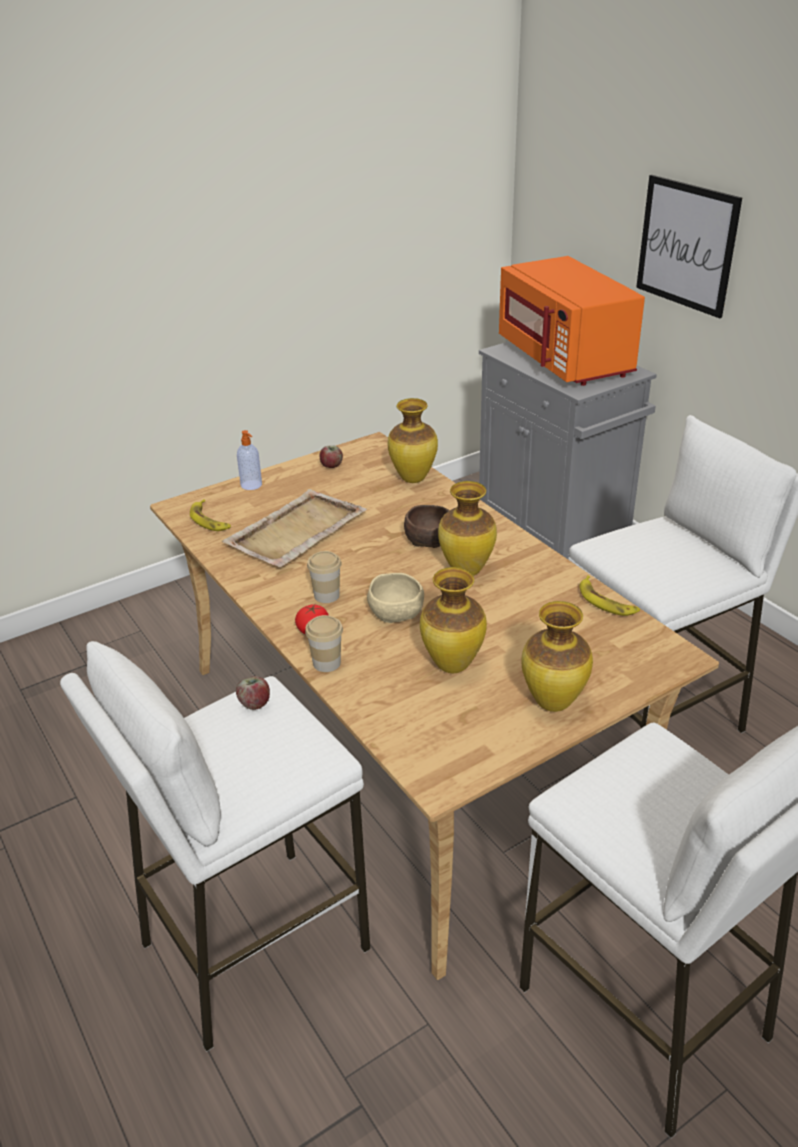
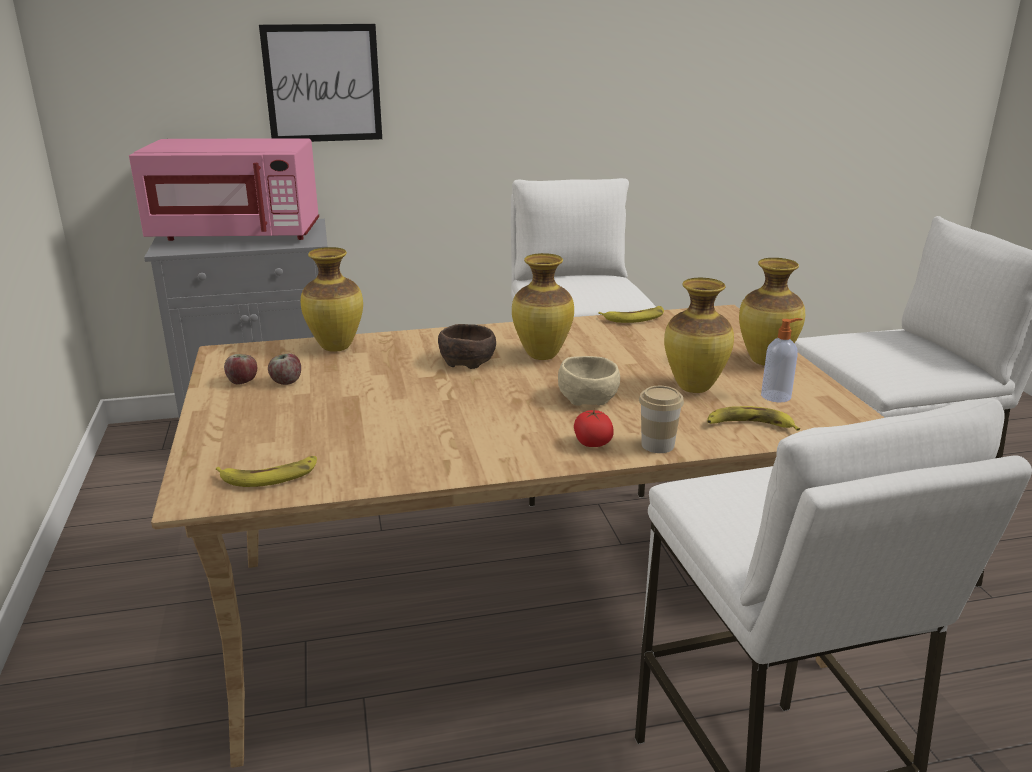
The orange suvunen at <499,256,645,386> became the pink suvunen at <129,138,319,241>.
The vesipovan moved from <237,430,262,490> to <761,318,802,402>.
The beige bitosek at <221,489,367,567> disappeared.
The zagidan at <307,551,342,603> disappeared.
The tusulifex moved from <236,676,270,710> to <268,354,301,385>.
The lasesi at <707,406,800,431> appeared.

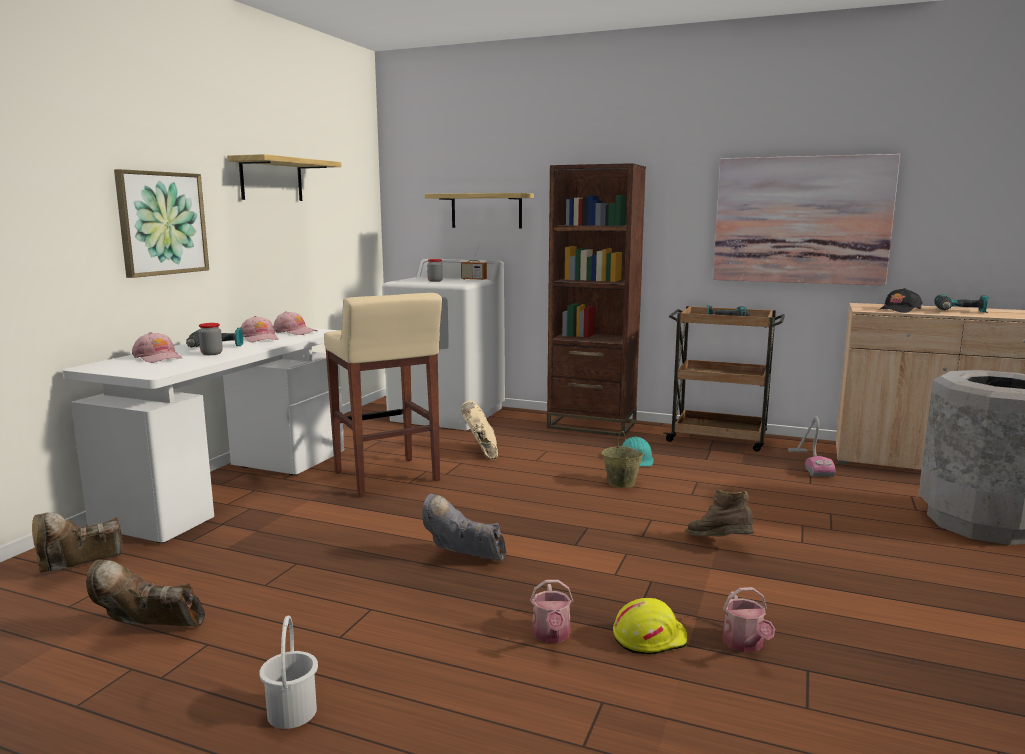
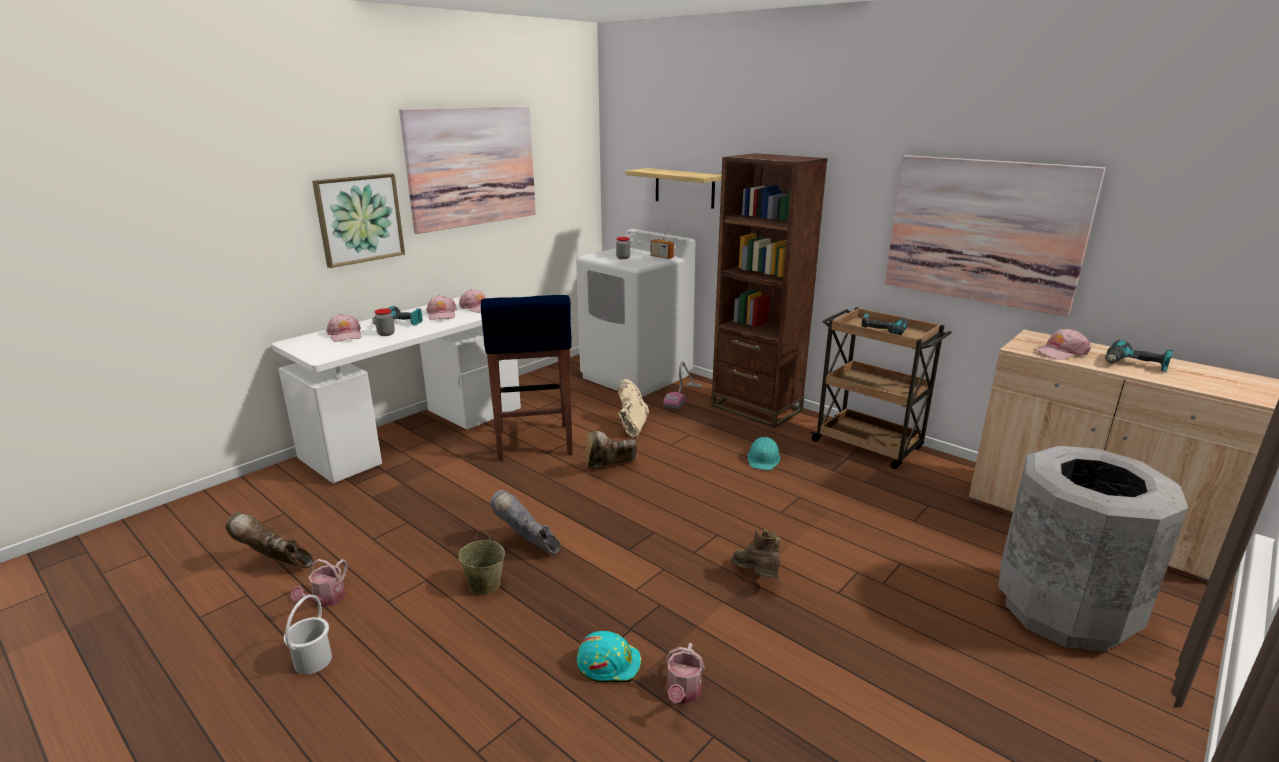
The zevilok at <227,154,342,201> was replaced by the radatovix at <399,106,536,234>.
The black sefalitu at <878,288,923,313> became the pink sefalitu at <1033,329,1091,360>.
The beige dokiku at <324,293,442,496> became the blue dokiku at <481,295,573,461>.
The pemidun moved from <788,416,835,477> to <663,361,702,409>.
The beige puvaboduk moved from <602,431,643,488> to <458,530,505,595>.
The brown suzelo moved from <32,512,123,573> to <584,431,637,467>.
The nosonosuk moved from <530,580,573,643> to <291,559,348,607>.
The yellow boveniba at <613,598,688,654> became the turquoise boveniba at <577,631,642,683>.

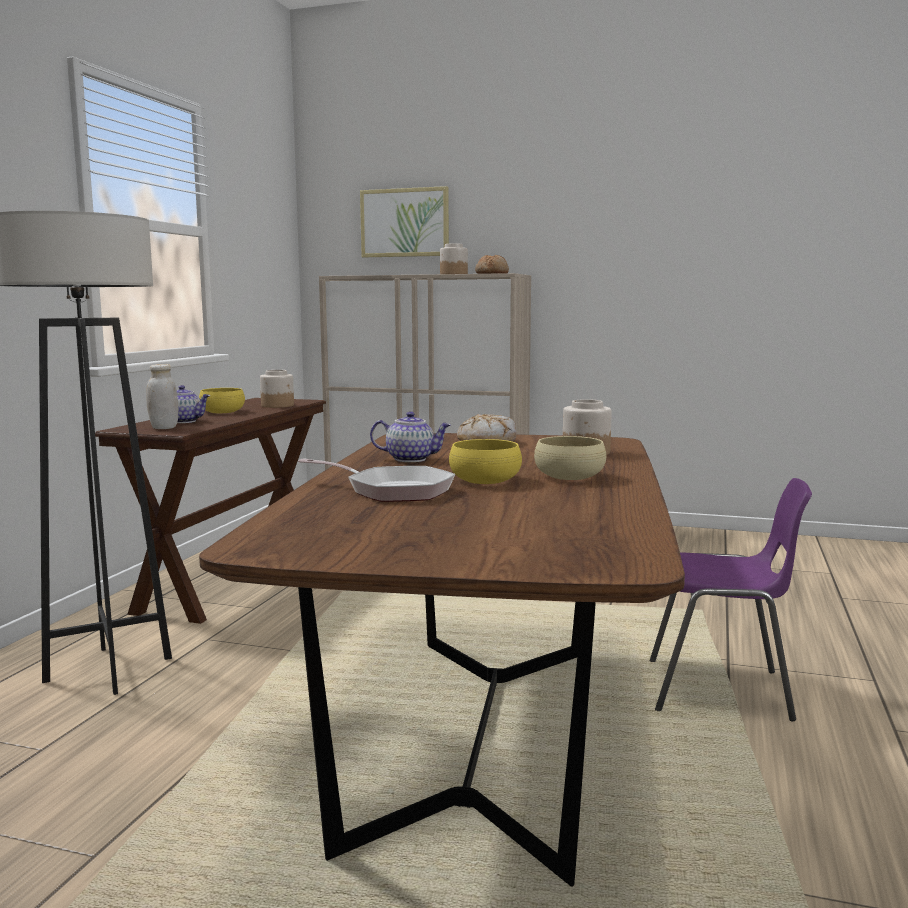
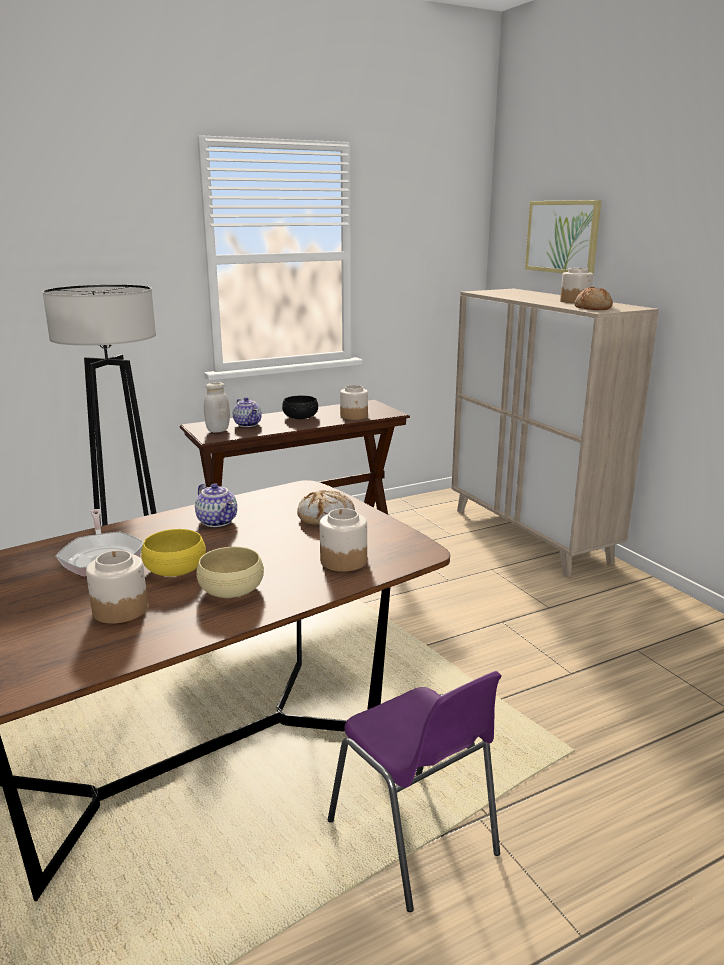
The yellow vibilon at <199,388,245,413> became the black vibilon at <282,395,318,419>.
The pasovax at <86,550,148,624> appeared.

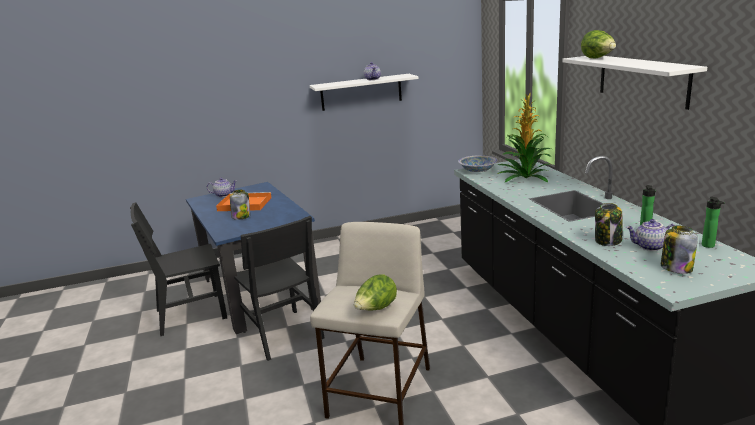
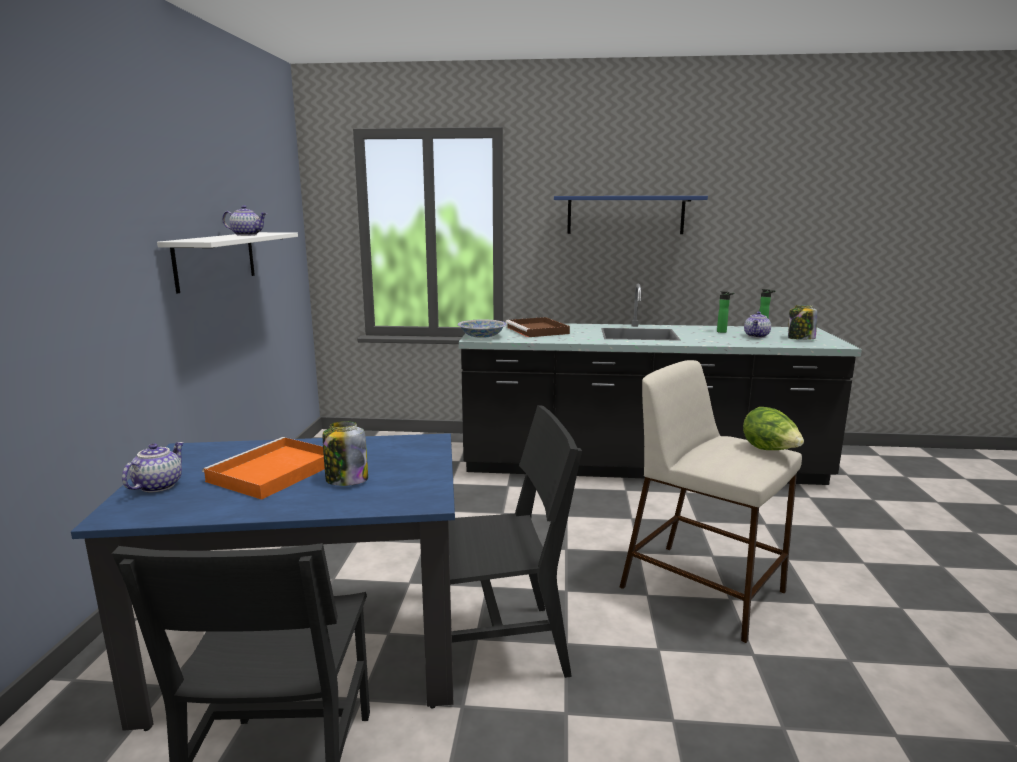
The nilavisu at <581,30,616,58> disappeared.
The white zevilok at <562,56,707,110> became the blue zevilok at <554,196,708,234>.
The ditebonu at <497,93,551,182> was replaced by the brown bitosek at <506,317,570,337>.
The pasovax at <595,203,623,246> disappeared.

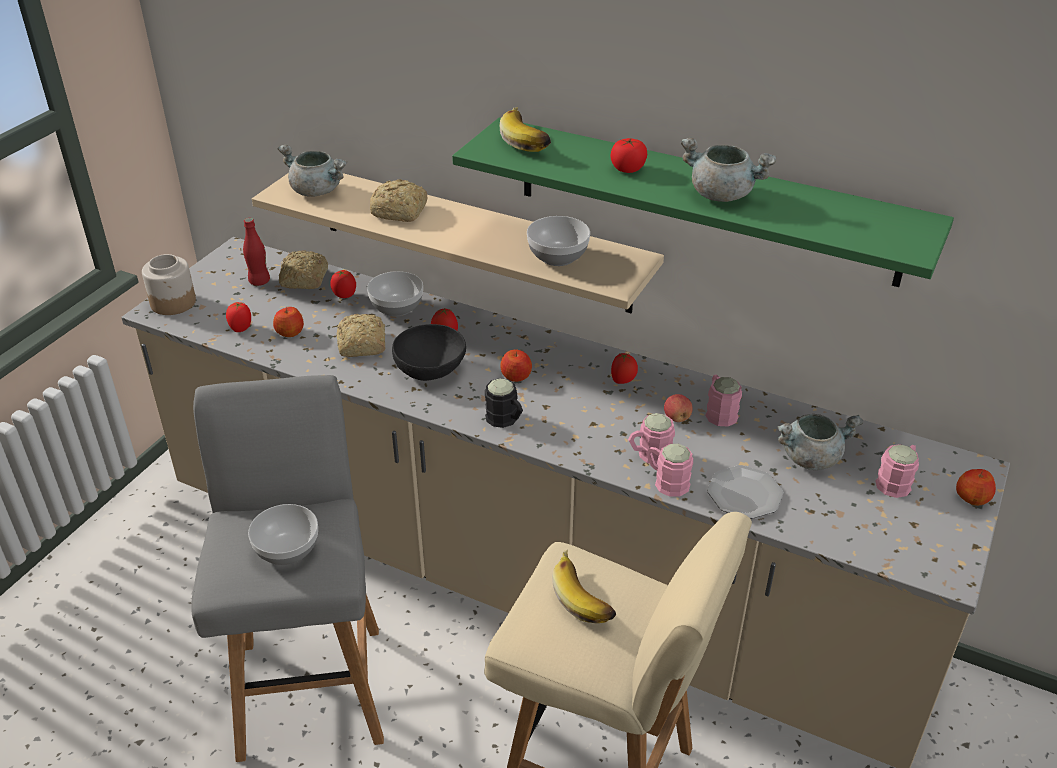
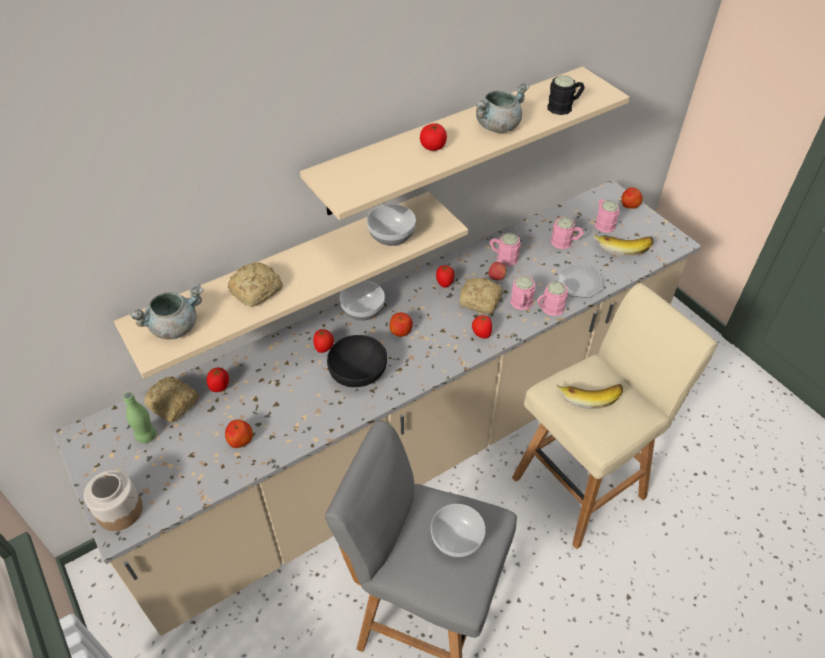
The lasesi moved from <500,107,551,152> to <593,234,654,256>.
The green zevilok at <452,118,954,287> became the beige zevilok at <300,66,630,220>.
The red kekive at <243,218,270,286> became the green kekive at <123,392,156,443>.
The vibilon moved from <367,271,423,317> to <339,281,385,321>.
The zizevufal moved from <226,302,251,332> to <472,315,492,338>.
The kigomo moved from <337,314,385,357> to <459,277,503,314>.
The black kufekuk moved from <485,378,523,428> to <547,75,585,115>.
The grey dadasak at <777,414,863,470> was replaced by the pink kufekuk at <551,217,584,249>.

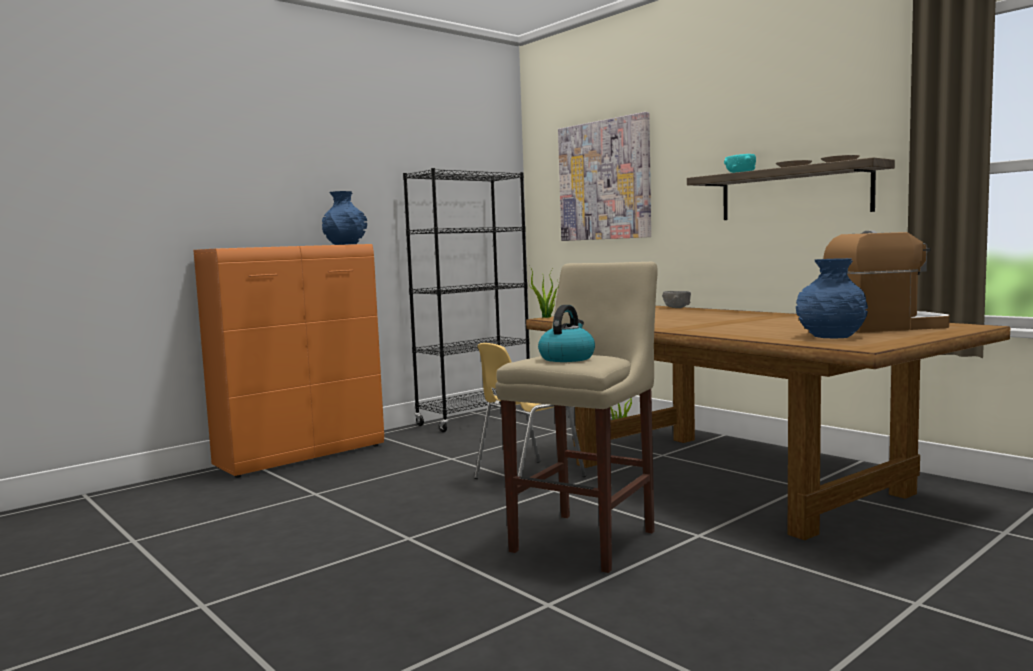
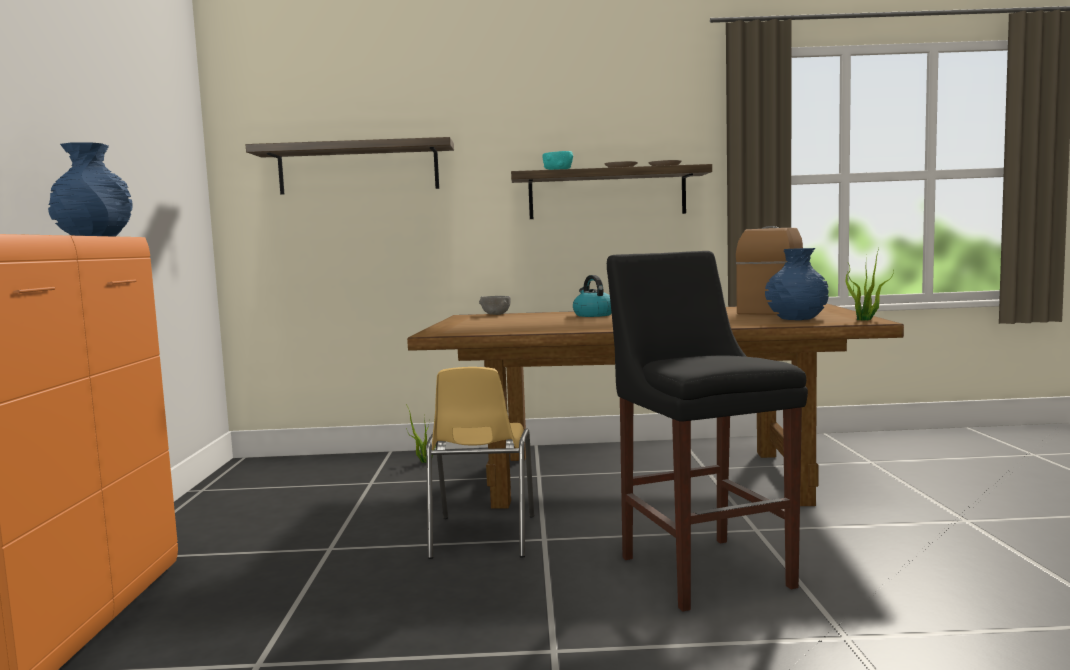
The radatovix at <558,112,651,241> was replaced by the zevilok at <246,137,454,195>.
The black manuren at <403,168,530,432> disappeared.
The beige dokiku at <495,262,658,573> became the black dokiku at <607,251,808,612>.
The ditebonu moved from <528,264,559,318> to <845,247,894,321>.
The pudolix moved from <538,305,595,362> to <573,275,612,317>.

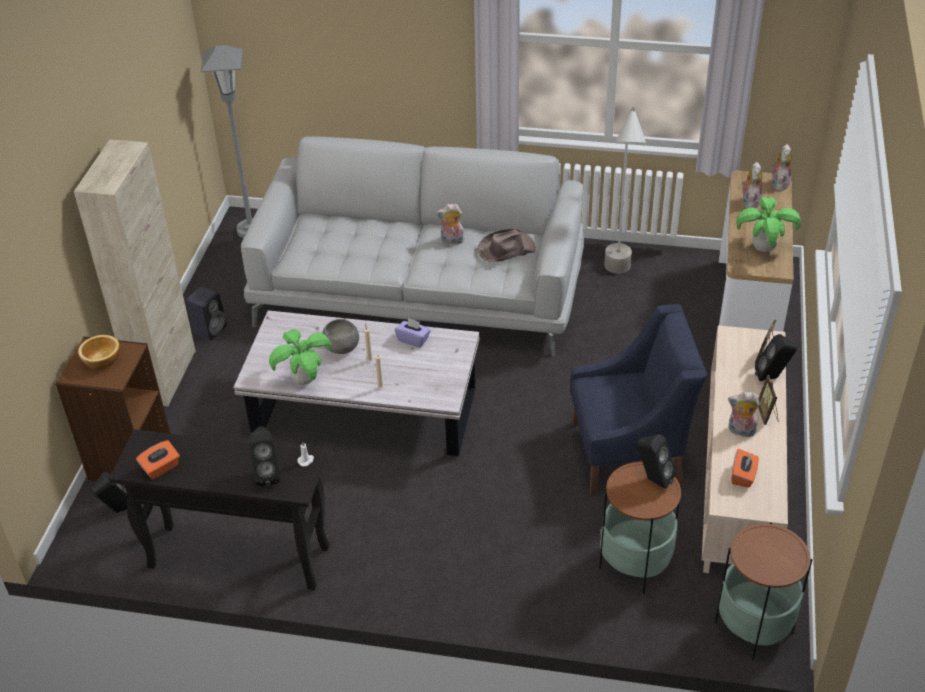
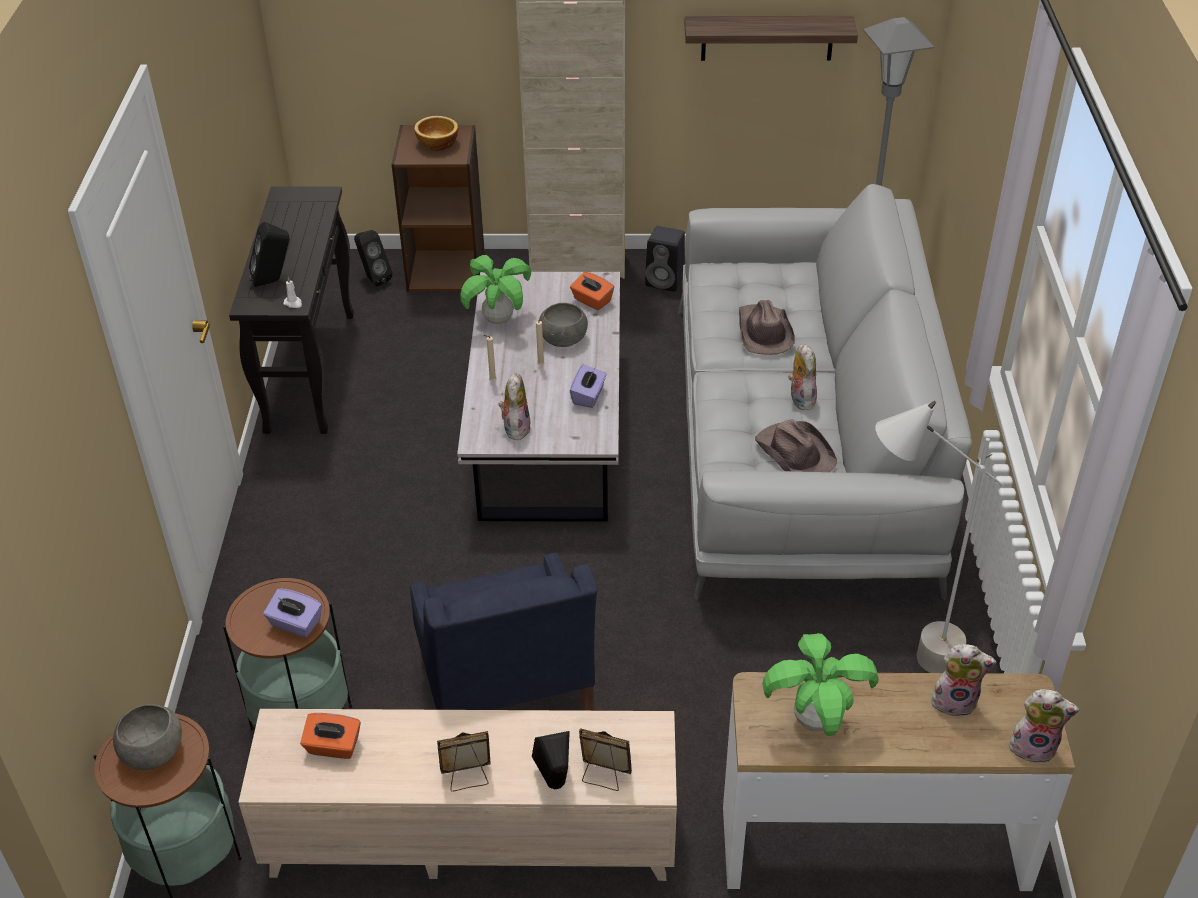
The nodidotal moved from <728,392,760,437> to <499,373,531,440>.
The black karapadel at <637,434,676,489> was replaced by the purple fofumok at <263,588,322,638>.
The orange fofumok moved from <136,440,180,479> to <570,272,614,310>.
The zevilok at <684,16,858,61> appeared.
The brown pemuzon at <739,300,795,355> appeared.
The grey vibilon at <113,704,182,770> appeared.

